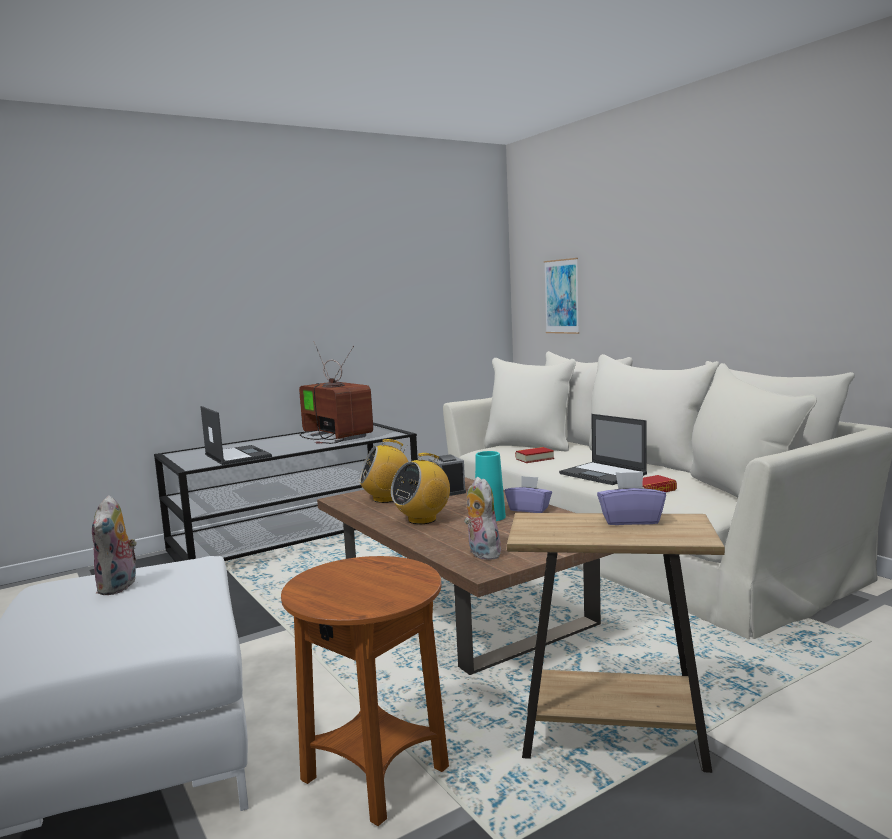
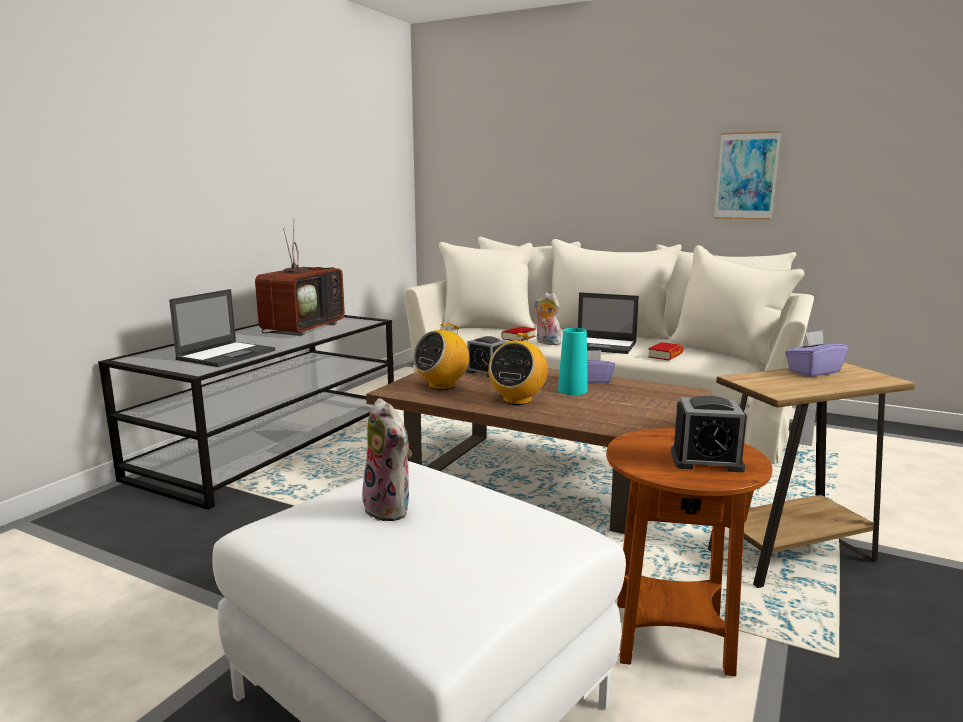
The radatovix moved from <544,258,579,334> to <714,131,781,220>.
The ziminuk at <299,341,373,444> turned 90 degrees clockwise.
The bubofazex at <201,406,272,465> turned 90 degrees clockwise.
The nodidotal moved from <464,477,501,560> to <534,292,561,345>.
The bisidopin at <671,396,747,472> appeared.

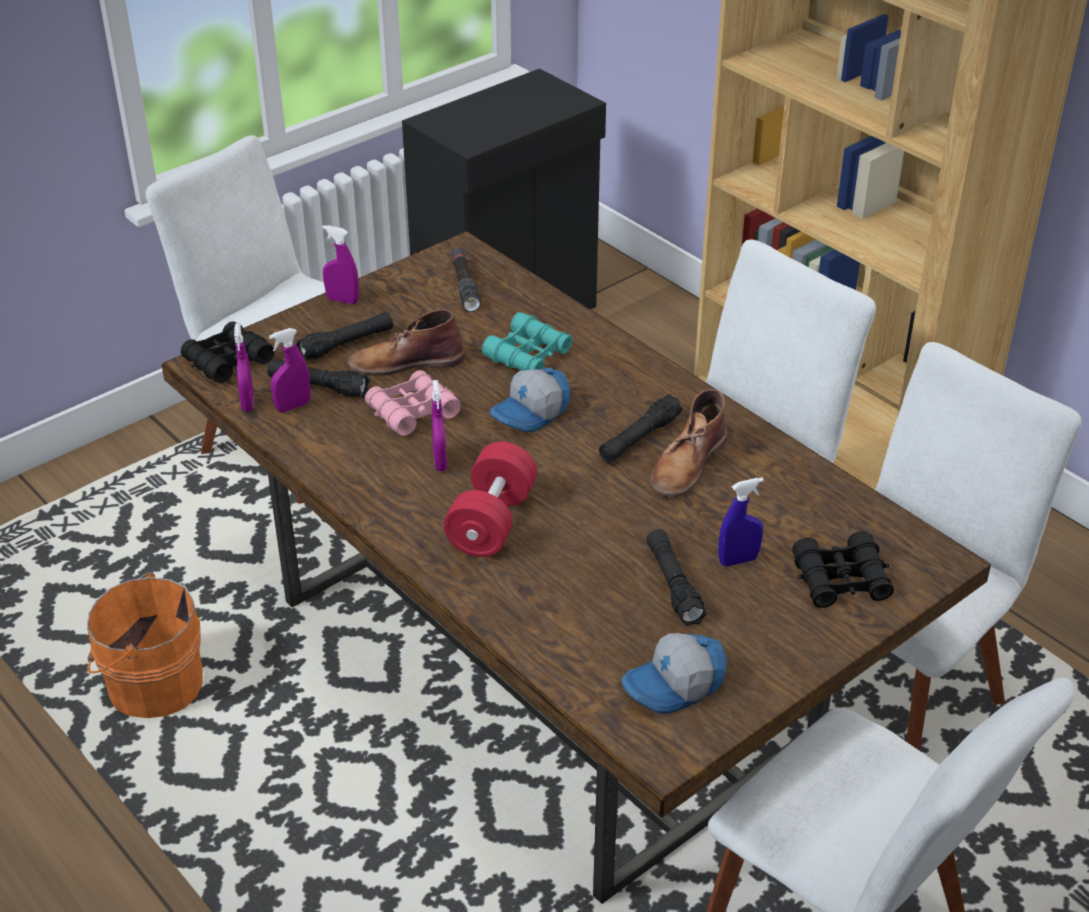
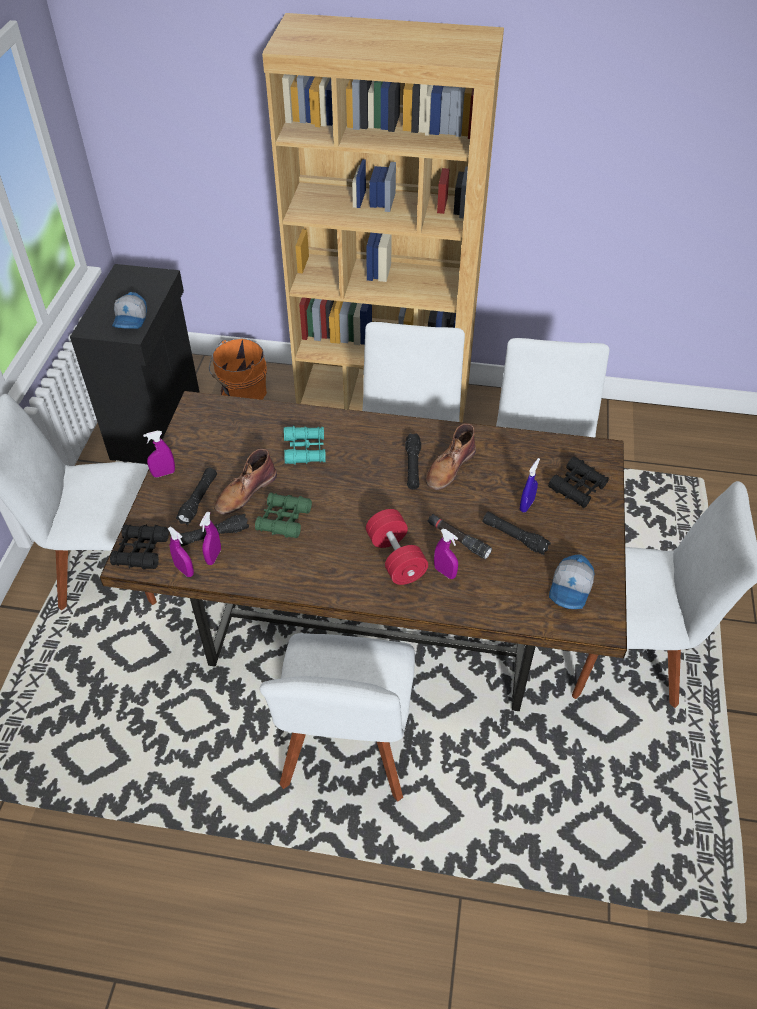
The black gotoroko moved from <451,248,481,312> to <427,514,492,559>.
The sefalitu moved from <489,368,570,432> to <112,292,147,329>.
The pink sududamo at <365,370,461,436> became the green sududamo at <255,492,312,538>.
The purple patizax moved from <432,380,447,471> to <434,529,458,579>.
The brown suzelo at <651,389,727,497> turned 45 degrees clockwise.
The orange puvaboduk moved from <87,572,203,718> to <209,338,267,400>.
The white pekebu at <260,633,415,801> appeared.

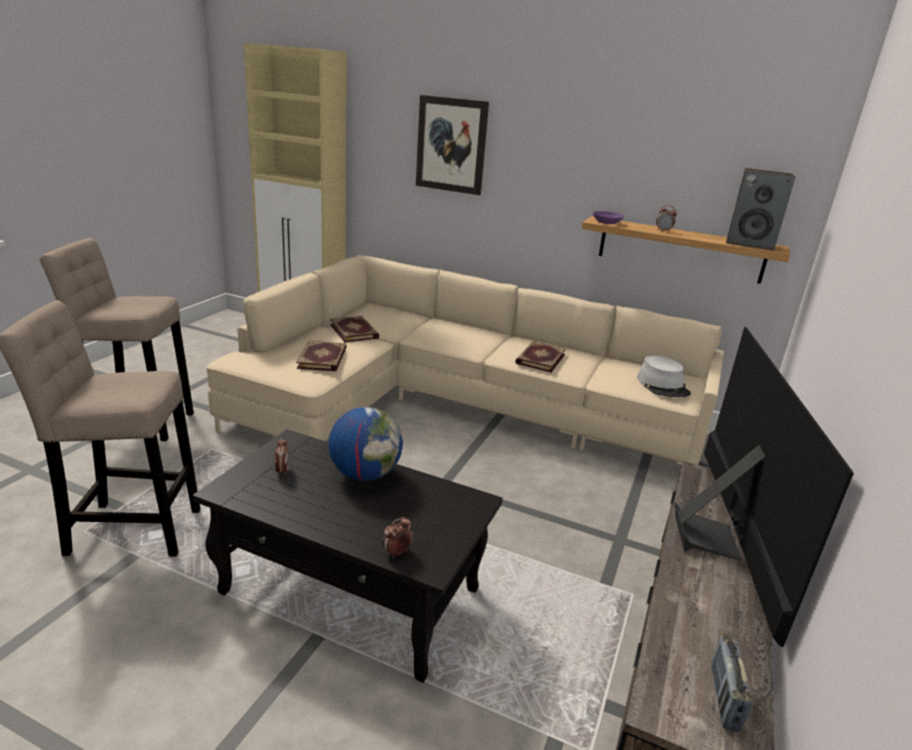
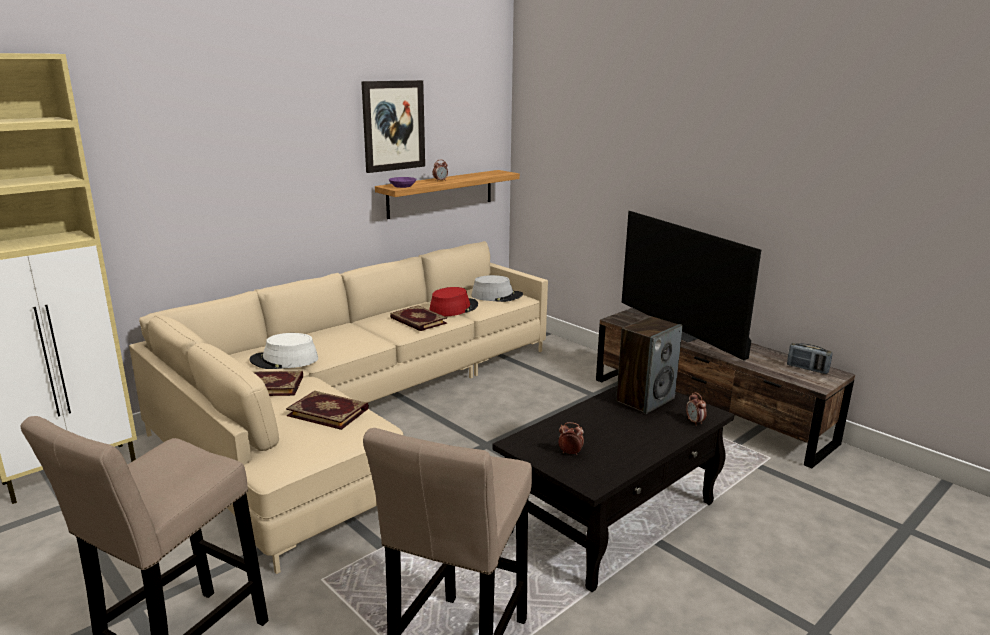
The radatovix moved from <416,95,489,195> to <361,80,425,173>.
The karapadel moved from <726,168,795,250> to <616,316,683,414>.
The ziminuk at <675,327,854,647> turned 150 degrees counterclockwise.
The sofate at <328,407,403,481> disappeared.
The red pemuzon at <429,287,478,317> appeared.
The white pemuzon at <249,333,318,369> appeared.

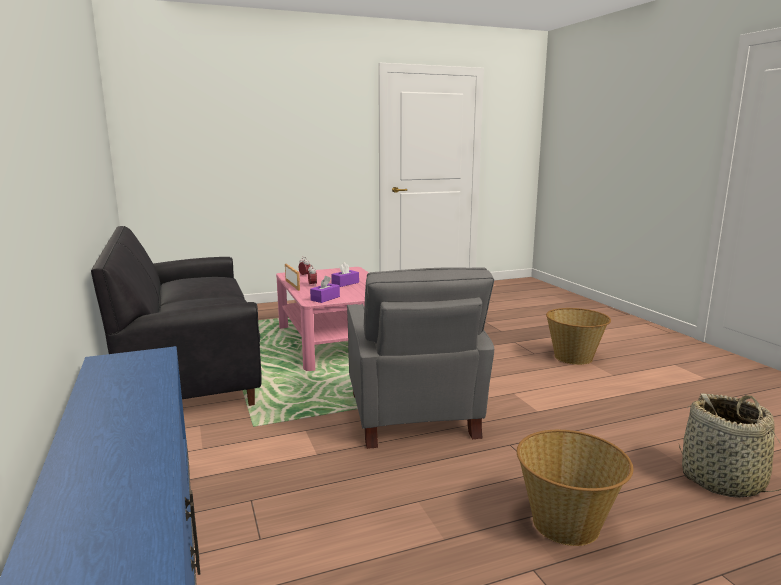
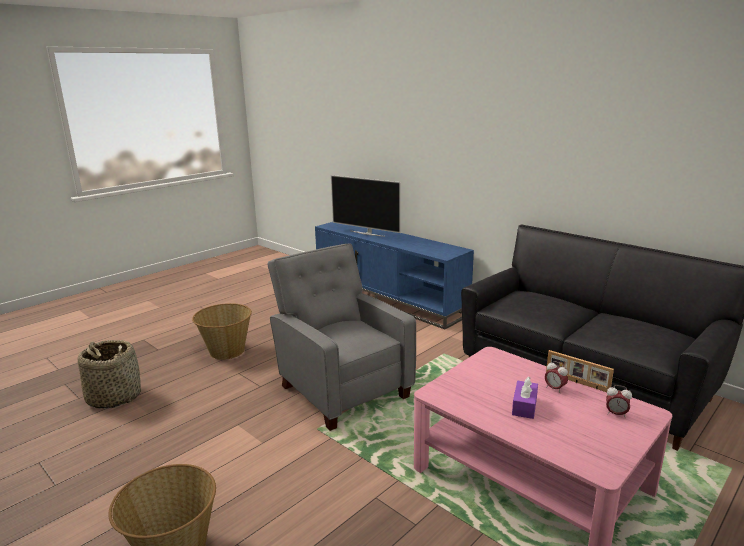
The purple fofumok at <310,276,340,303> disappeared.
The ziminuk at <331,175,401,237> appeared.

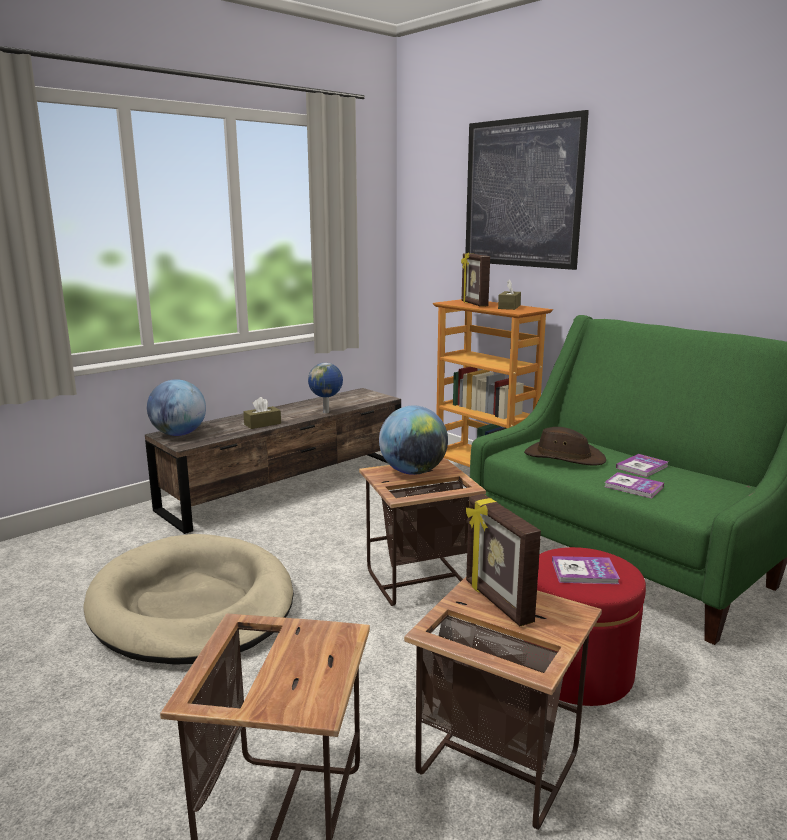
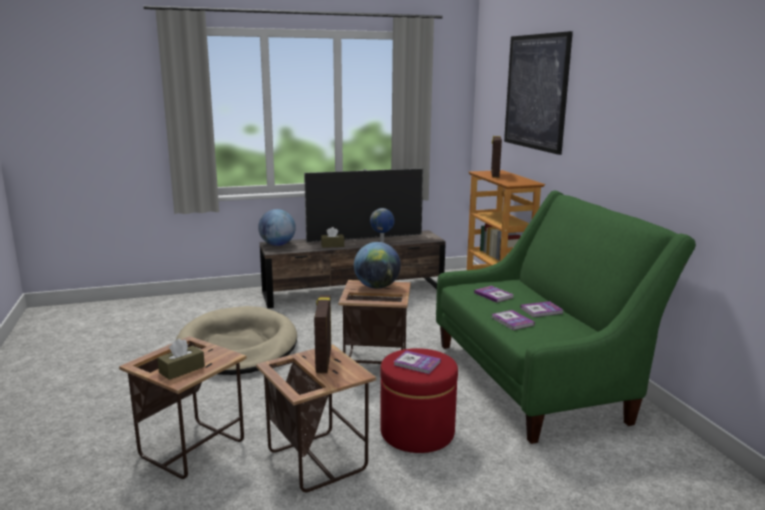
The brown fofumok moved from <498,279,521,310> to <157,338,205,380>.
The brown pemuzon at <524,427,606,466> was replaced by the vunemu at <474,286,514,303>.
The ziminuk at <304,168,423,242> appeared.

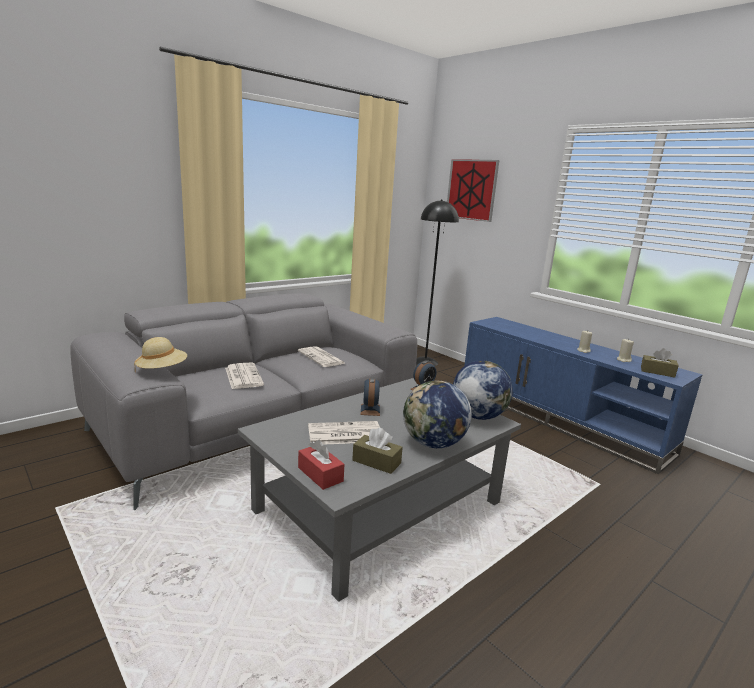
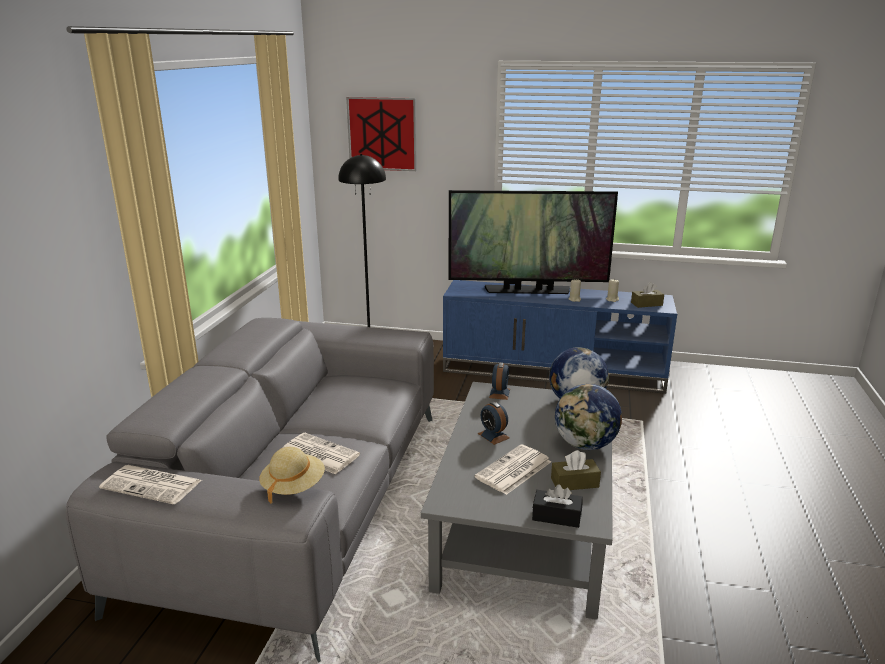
The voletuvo moved from <298,346,345,367> to <99,465,202,505>.
The red fofumok at <298,440,344,490> became the black fofumok at <532,485,583,528>.
The ziminuk at <448,190,618,294> appeared.

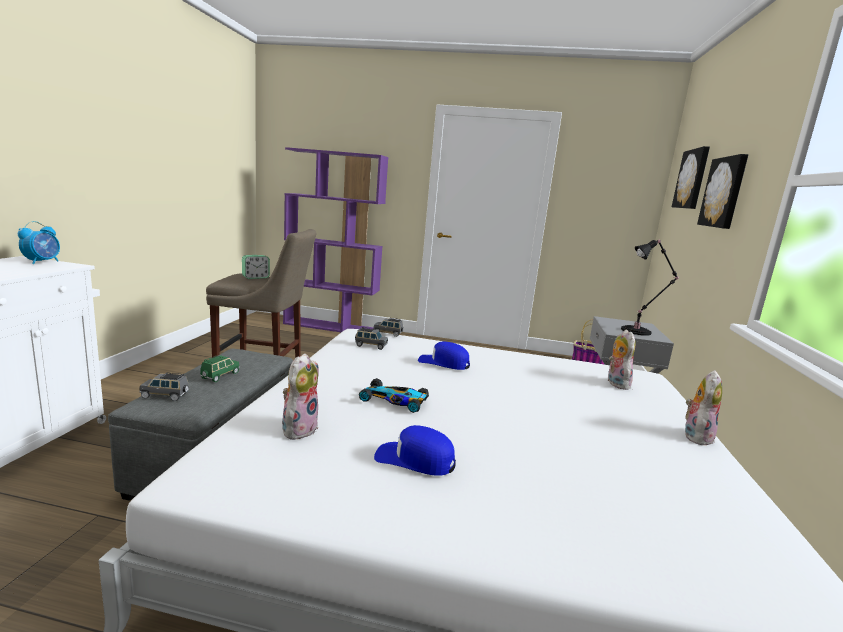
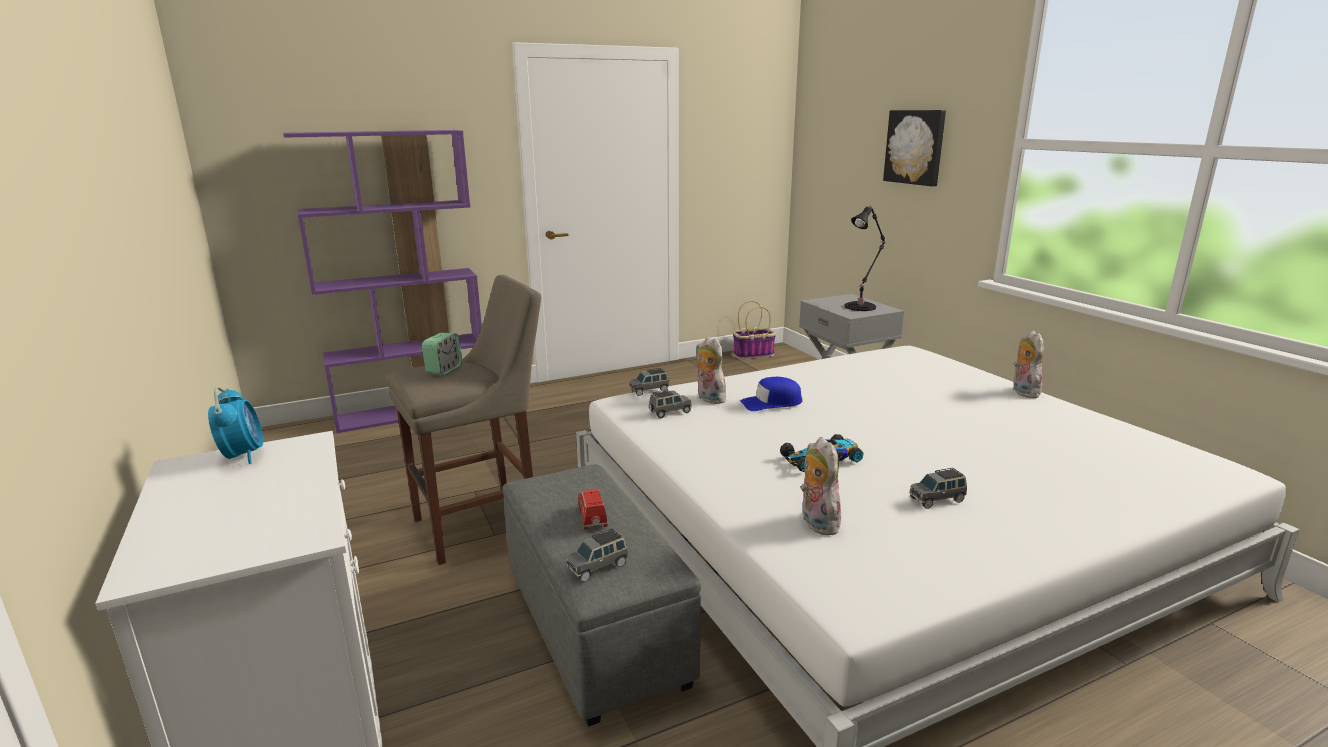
The radatovix at <672,146,710,209> disappeared.
The nodidotal moved from <608,330,635,390> to <696,337,727,404>.
The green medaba at <200,355,239,382> became the red medaba at <578,489,607,530>.
The blue sefalitu at <374,425,456,476> was replaced by the grey medaba at <909,468,967,509>.

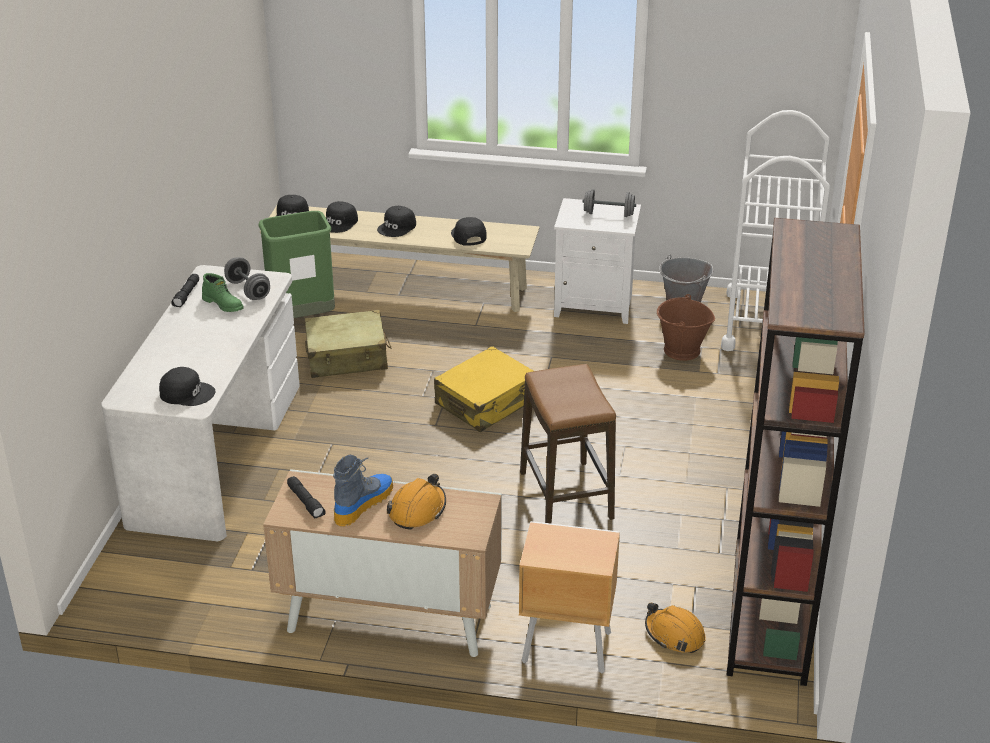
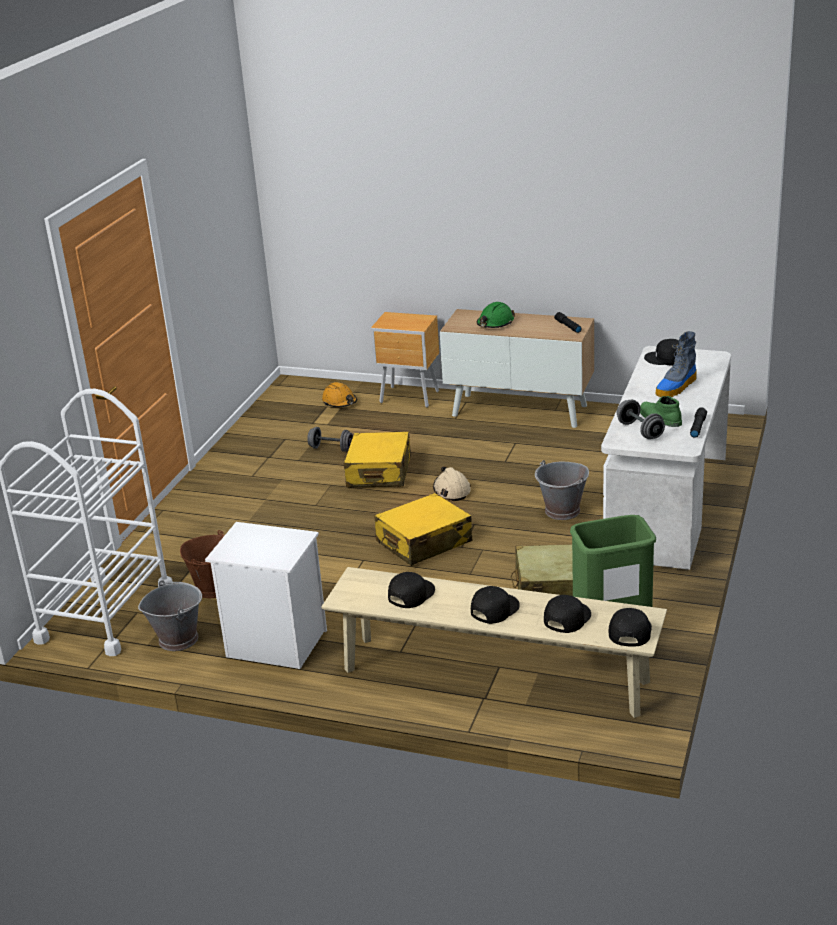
The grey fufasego moved from <583,189,636,217> to <307,427,353,452>.
The black sefalitu at <451,217,487,246> turned 135 degrees counterclockwise.
The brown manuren at <726,218,865,686> disappeared.
The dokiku at <520,364,616,524> was replaced by the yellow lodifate at <344,432,411,487>.
The suzelo moved from <333,455,393,527> to <655,331,697,397>.
The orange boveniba at <387,474,446,530> became the green boveniba at <477,302,515,328>.
The grey puvaboduk at <535,460,589,520> appeared.
The beige boveniba at <433,466,471,501> appeared.

